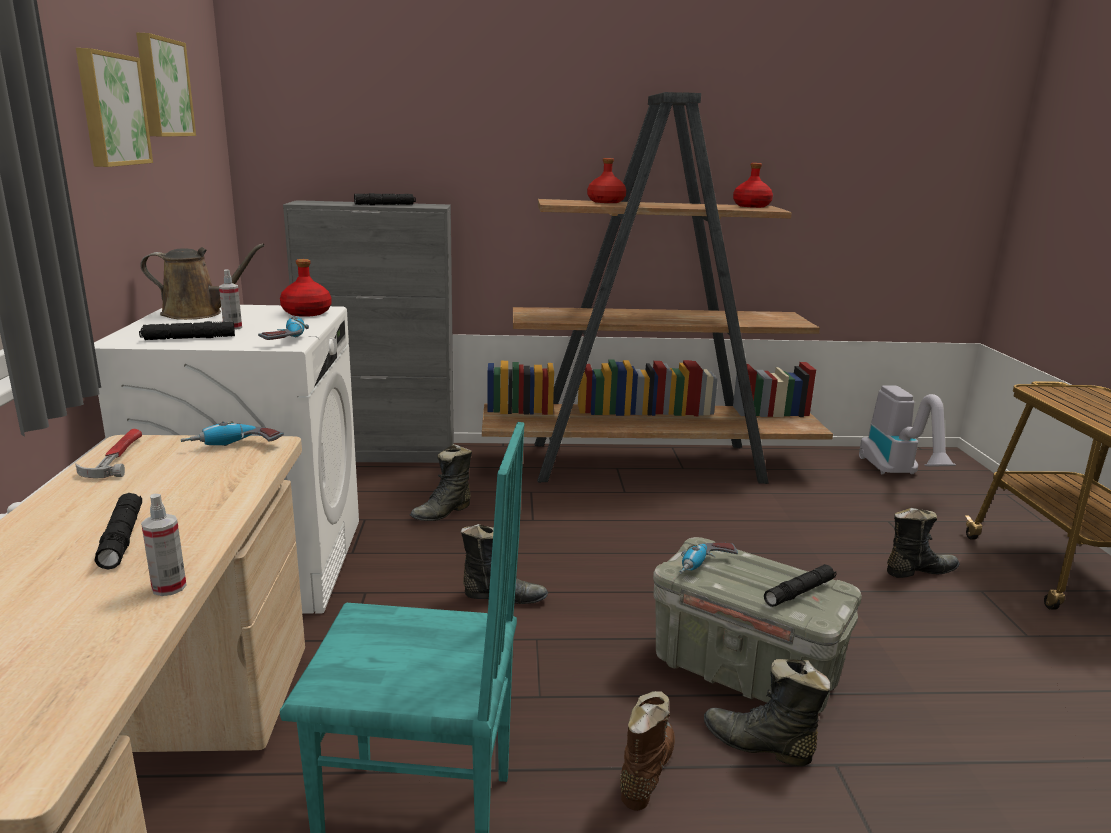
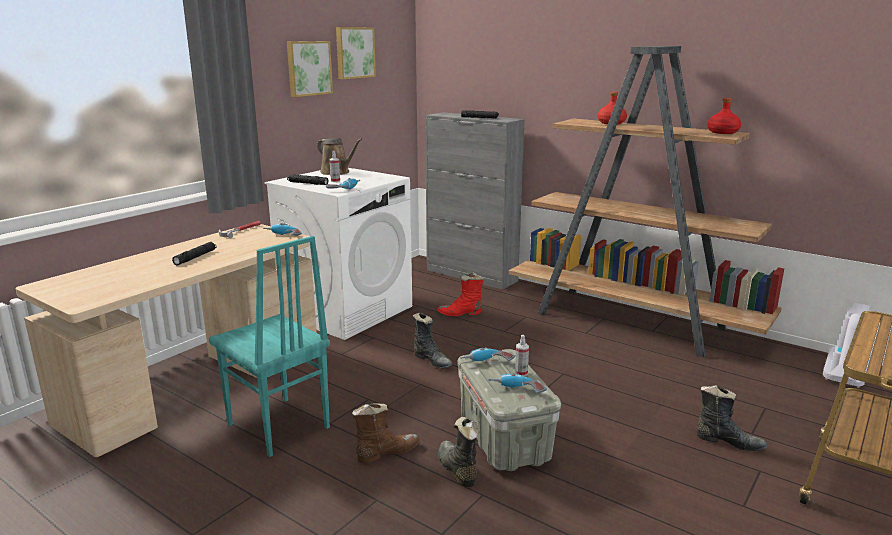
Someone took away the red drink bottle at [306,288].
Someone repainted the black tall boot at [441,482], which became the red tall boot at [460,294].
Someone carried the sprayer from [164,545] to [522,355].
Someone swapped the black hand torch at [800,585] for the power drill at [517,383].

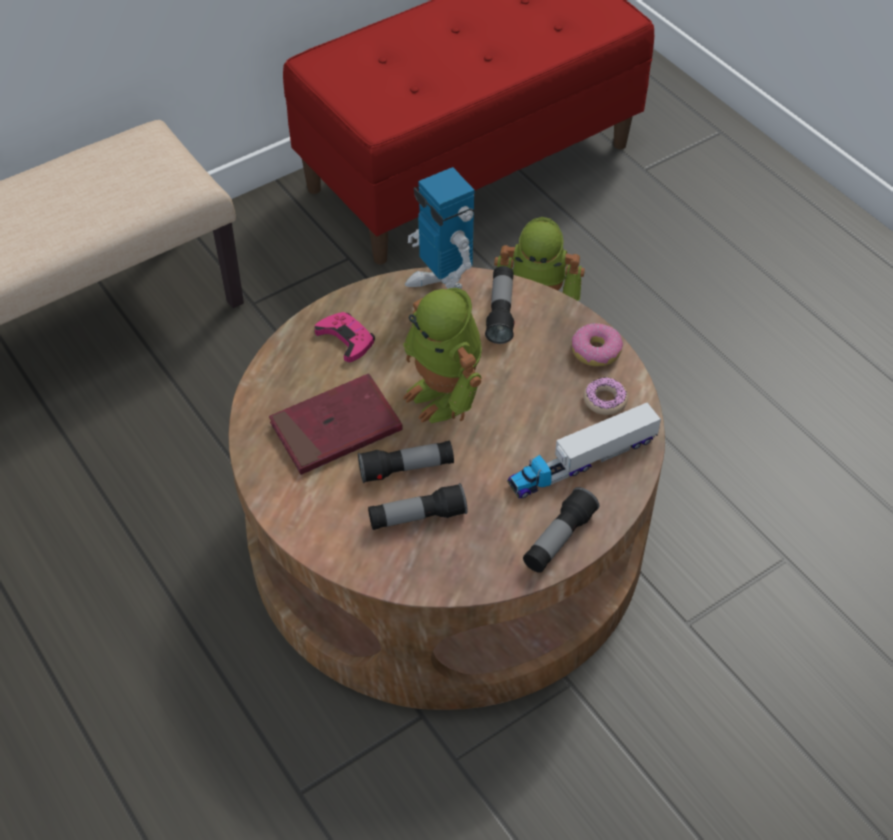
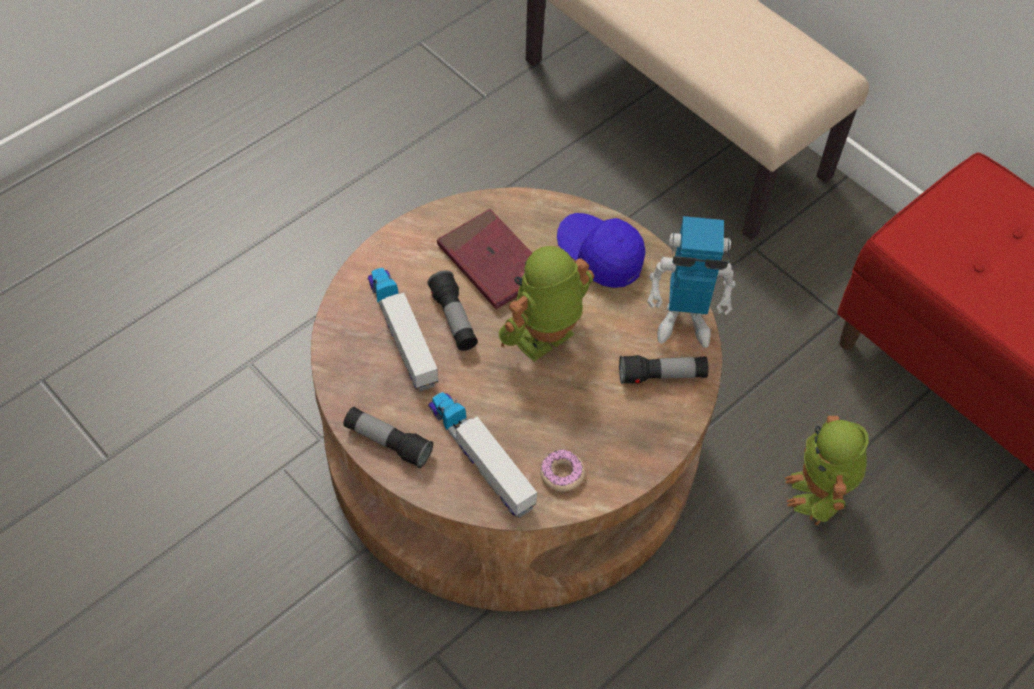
Someone rotated the model robot at [440,228] by 135 degrees counterclockwise.
Someone swapped the pinkish game controller at [344,337] for the blue cap at [601,250].
Someone took away the ring doughnut at [597,344].
Someone swapped the hand torch at [417,506] for the toy lorry at [403,330].

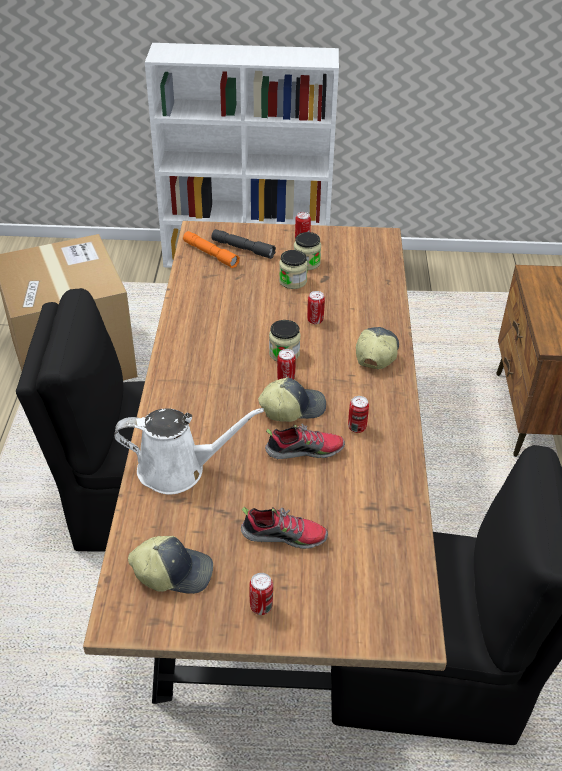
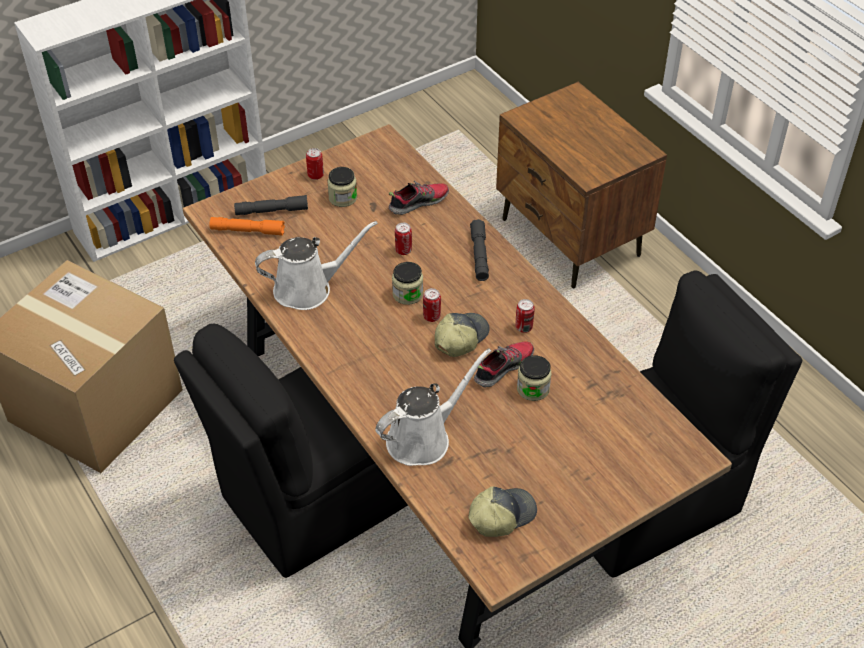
Someone carried the storage jar from [293,269] to [534,378].
Someone swapped the cap at [377,348] for the greyish hand torch at [479,250].
Someone carried the shoe from [284,528] to [419,197].
Someone took away the metal can at [261,594].
Someone put down the white-coloured watering pot at [316,265].

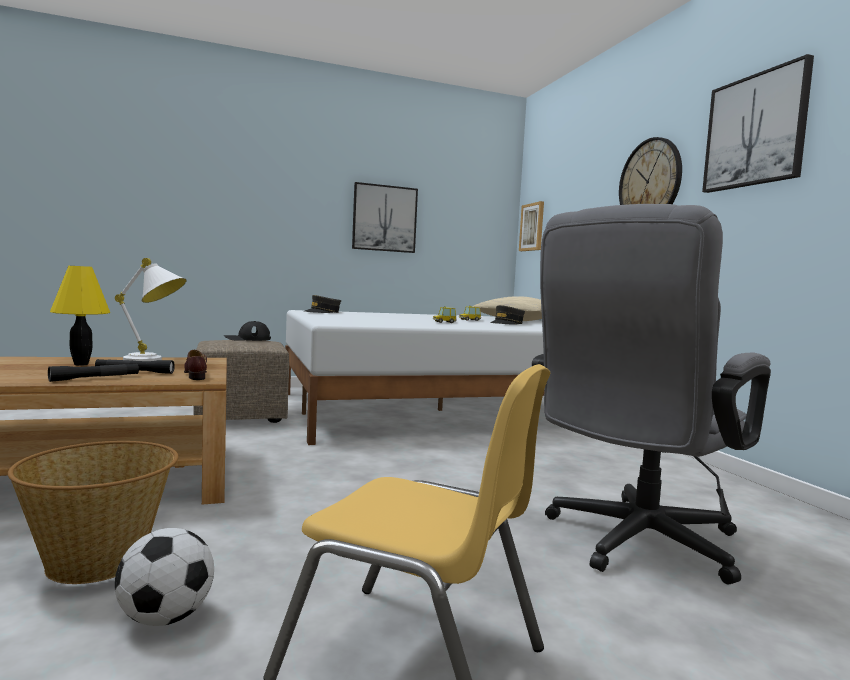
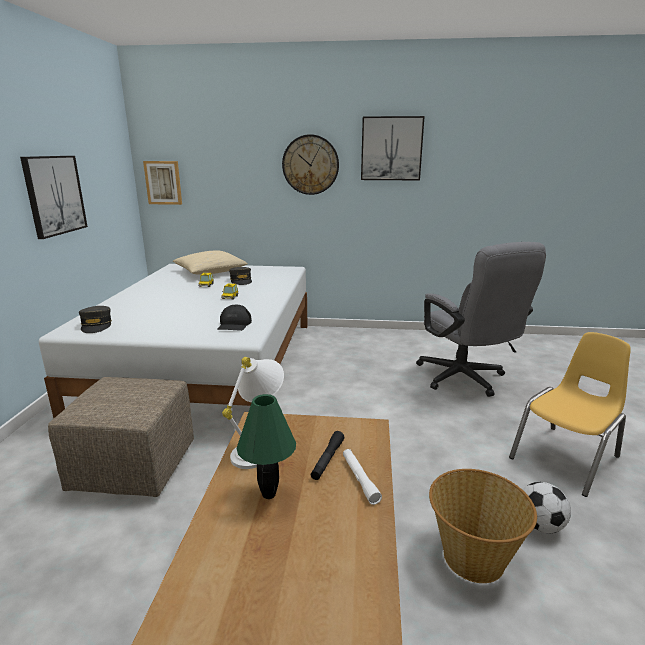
Someone repainted the yellowish table lamp at [80,316], which became the green table lamp at [266,446].
Someone carried the black cap from [247,331] to [234,318].
Someone took away the brown-coloured shoe at [195,365].
Someone repainted the black hand torch at [93,373], which became the white-coloured hand torch at [362,477].

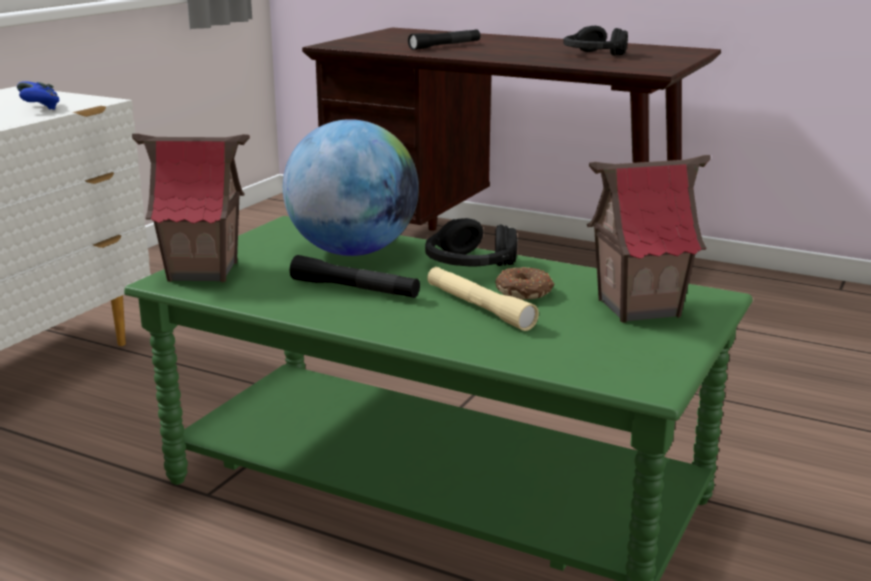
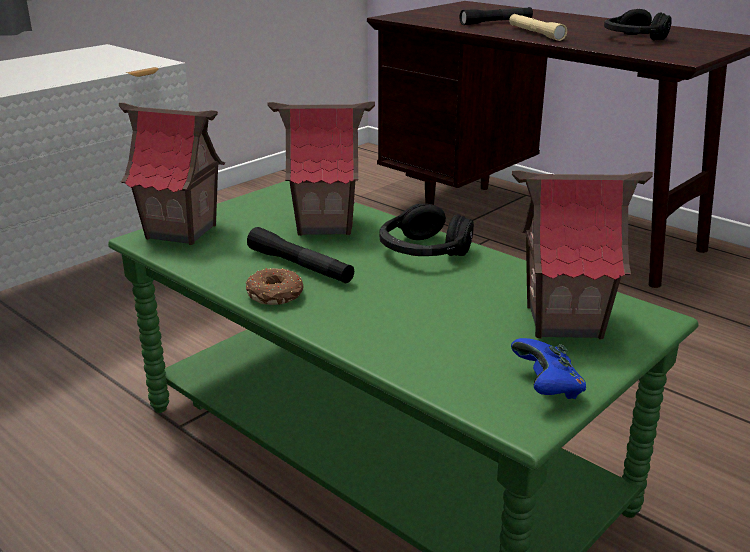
Someone carried the blue game controller from [38,95] to [548,368].
Someone swapped the desk globe at [351,187] for the miniature house at [321,168].
Someone carried the sand-coloured hand torch from [483,299] to [538,27].
Someone carried the ring doughnut from [524,283] to [275,286].

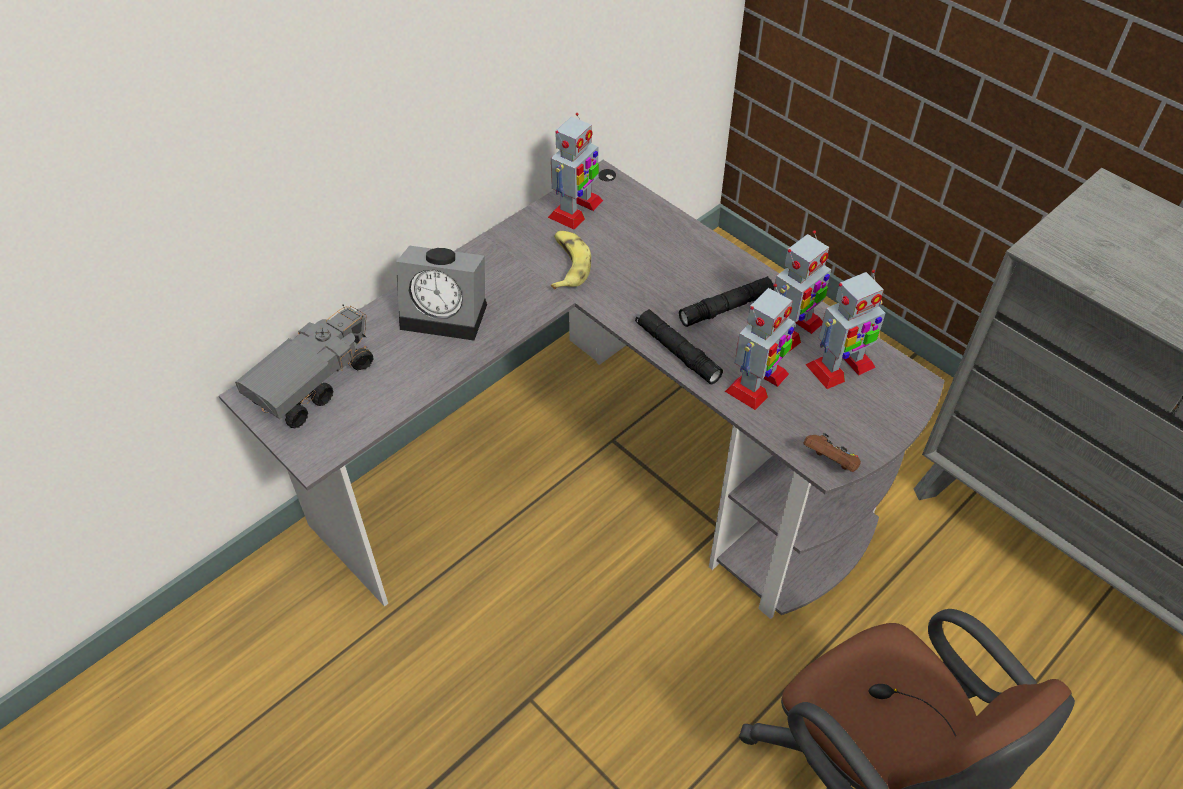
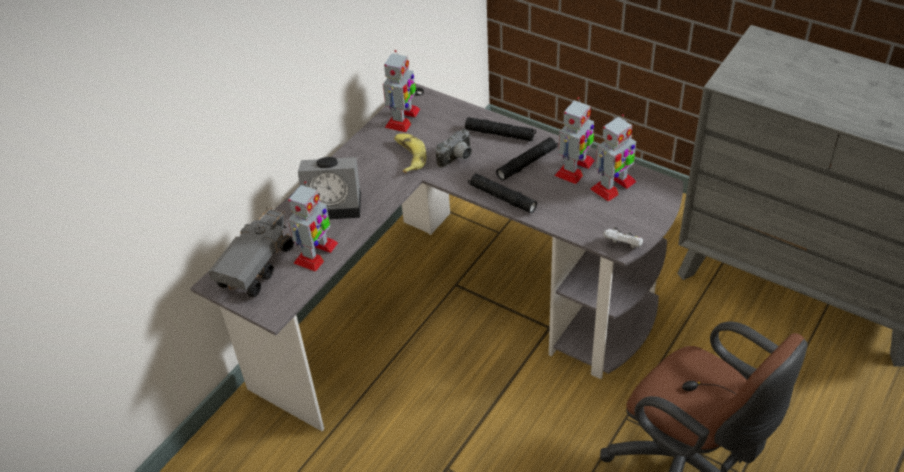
Someone carried the model robot from [760,347] to [313,226].
Someone repainted the brown-coloured game controller at [832,452], which became the white-coloured game controller at [623,237].
Someone put down the black hand torch at [500,129].
Someone put down the photo camera at [454,148].

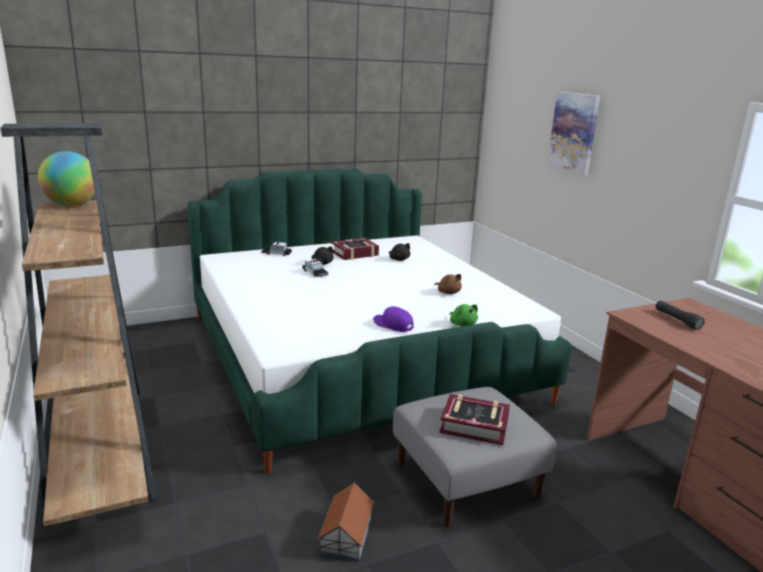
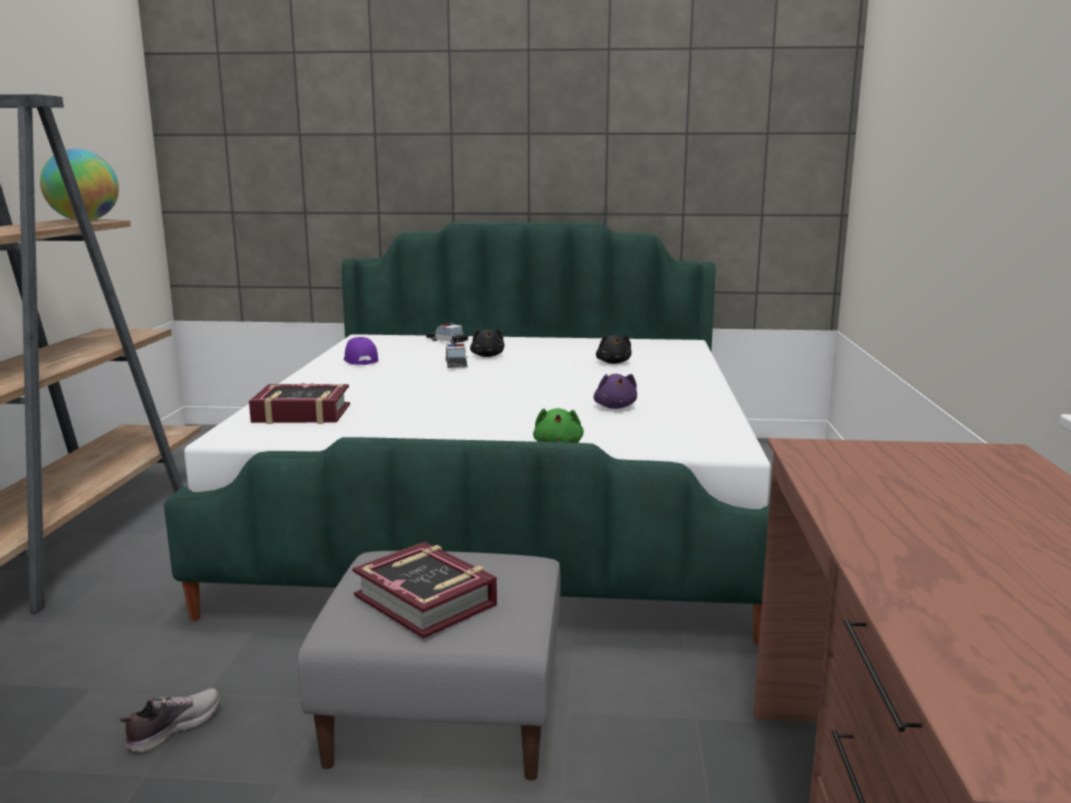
Someone took away the wall picture at [573,133].
Someone carried the volume from [355,249] to [299,403].
Someone repainted the brown-coloured plush toy at [448,284], which became the purplish plush toy at [615,391].
Someone took away the black hand torch at [680,315].
Someone carried the purplish cap from [393,319] to [361,351].
Someone swapped the miniature house at [346,522] for the shoe at [170,720].

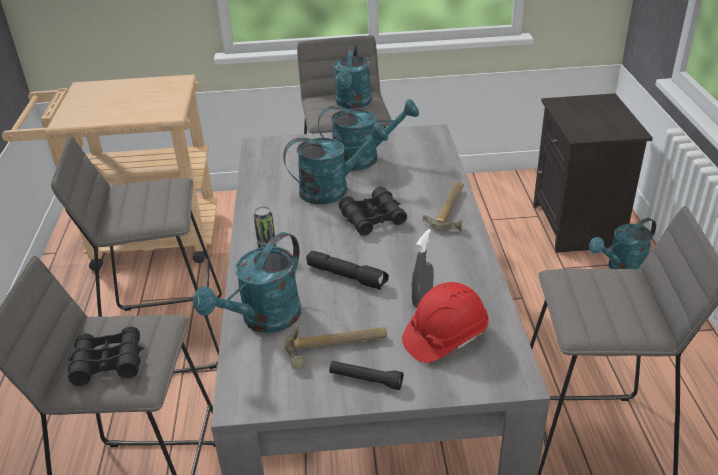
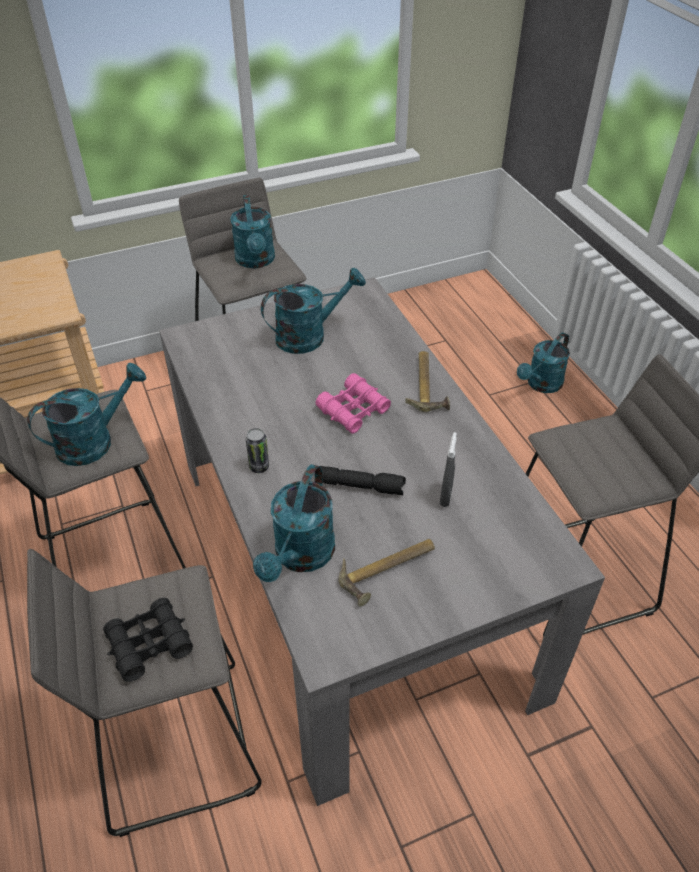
Someone took away the black bedside table at [593,173].
Someone carried the blue-green watering pot from [335,163] to [86,414].
Someone repainted the black binoculars at [373,211], which became the pinkish binoculars at [353,403].
Someone took away the red safety helmet at [445,322].
Someone took away the black hand torch at [366,375].

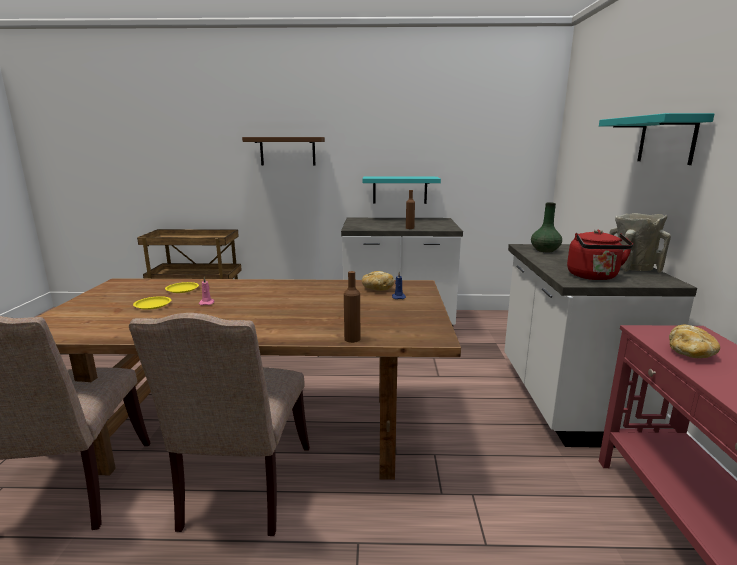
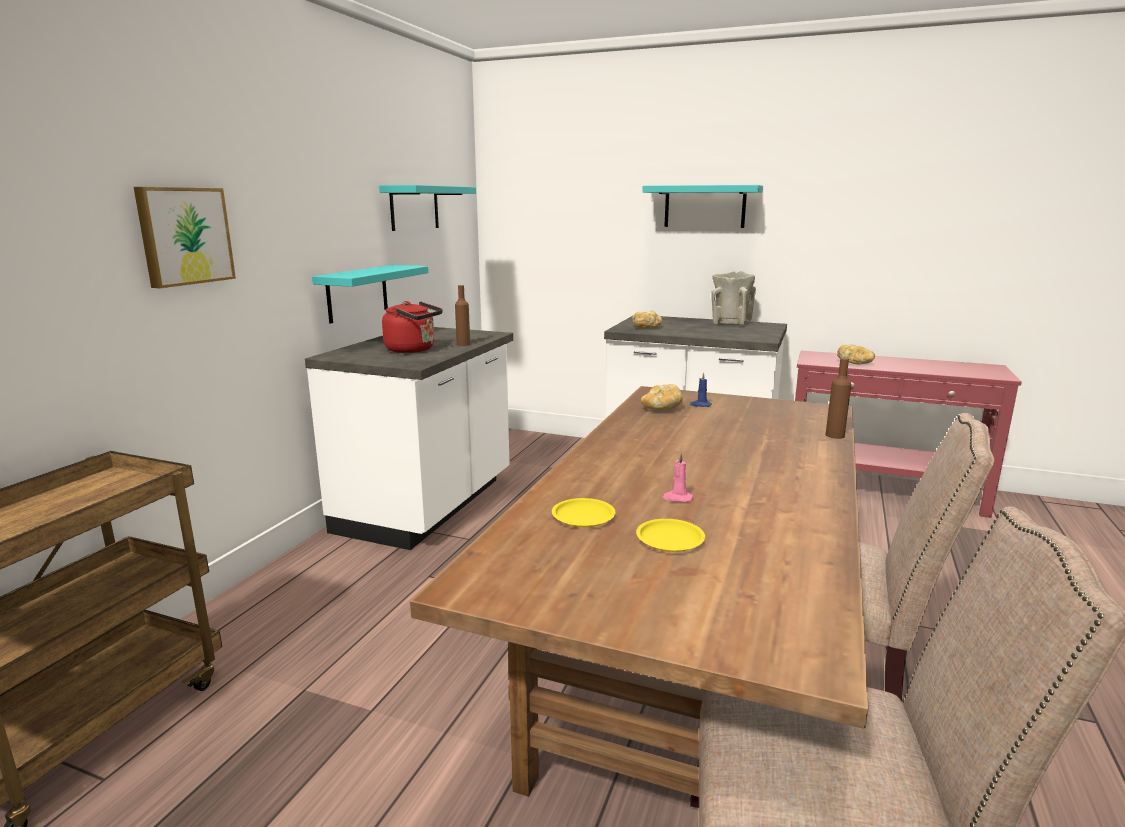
Someone swapped the brown-coloured wall shelf at [283,151] for the wall picture at [185,237].
Someone swapped the green vase at [546,227] for the bread at [647,319].
Someone carried the red water kettle from [600,255] to [412,327].
Someone put up the blue-green wall shelf at [427,208].

